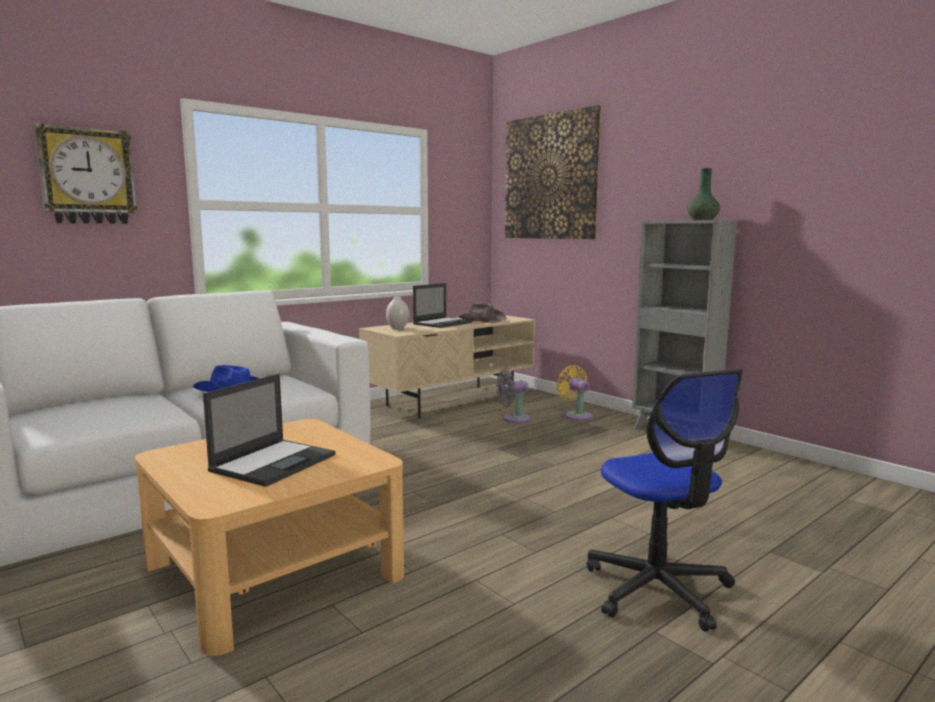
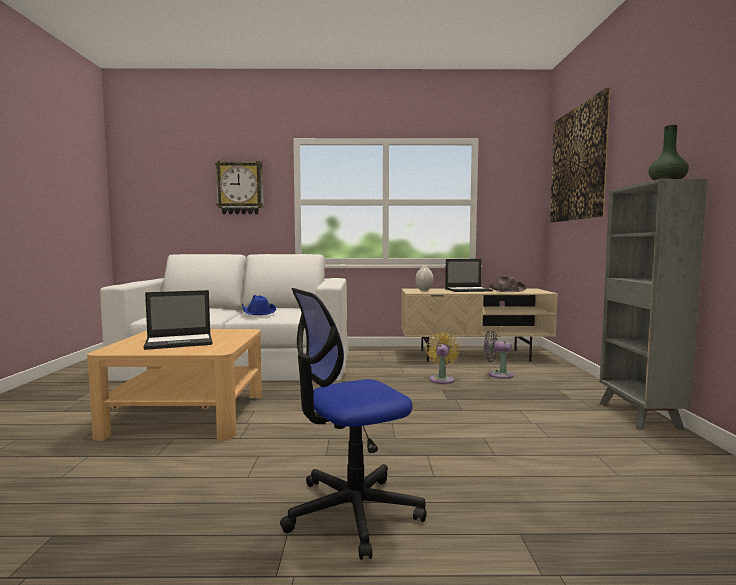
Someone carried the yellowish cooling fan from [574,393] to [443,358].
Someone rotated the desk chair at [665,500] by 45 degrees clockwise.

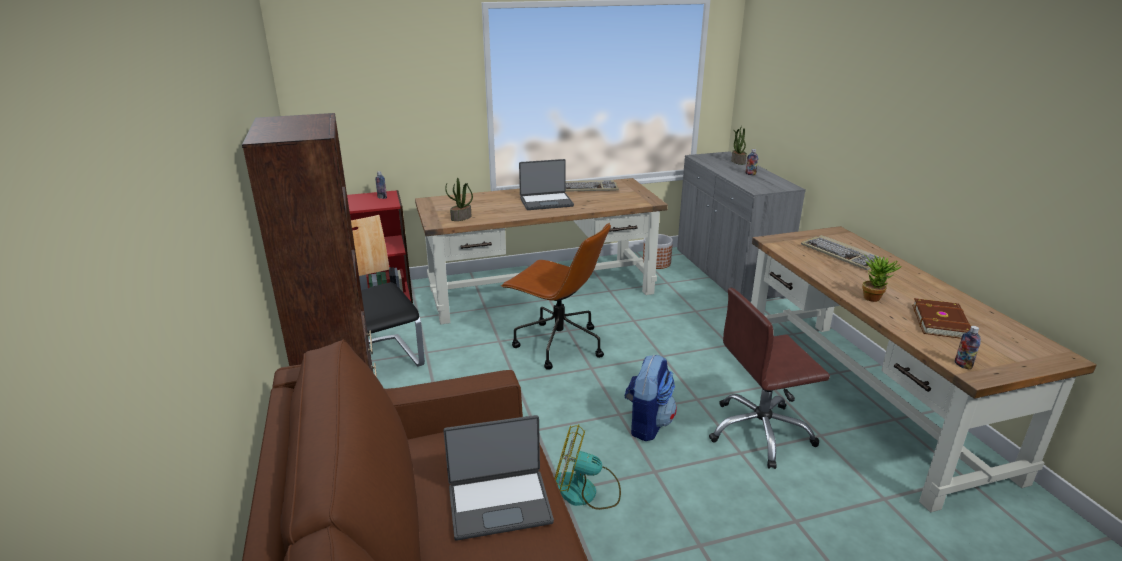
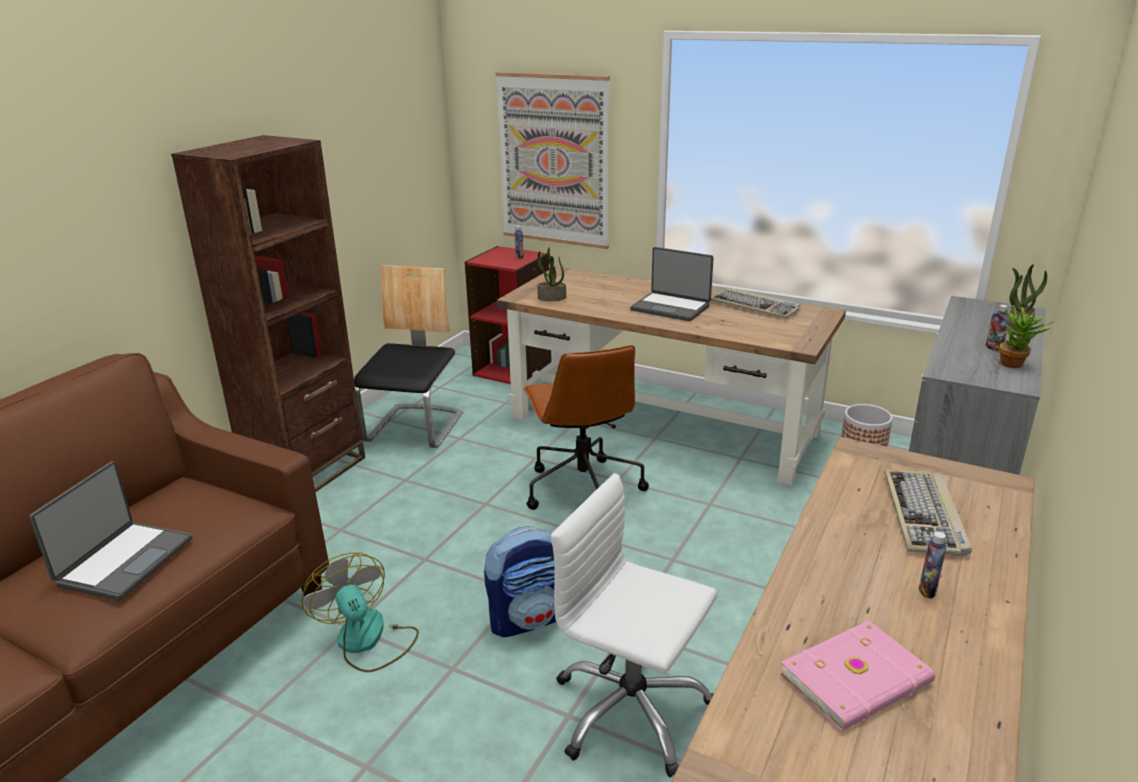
Someone carried the plant in a pot from [882,278] to [1026,336].
Someone repainted the brown-coloured desk chair at [769,378], which became the white-coloured desk chair at [634,625].
Someone repainted the brown-coloured volume at [941,318], which became the pinkish volume at [857,676].
Someone carried the drink bottle from [968,348] to [933,565].
Someone rotated the laptop at [498,477] by 105 degrees counterclockwise.
Someone put up the wall picture at [553,160].

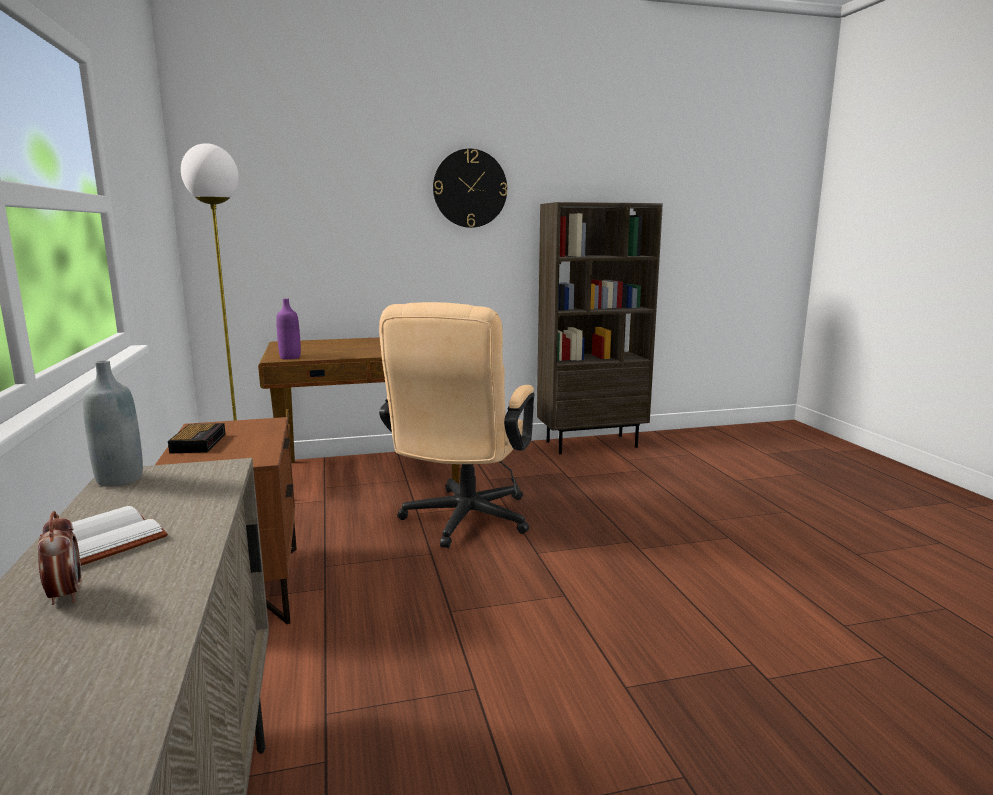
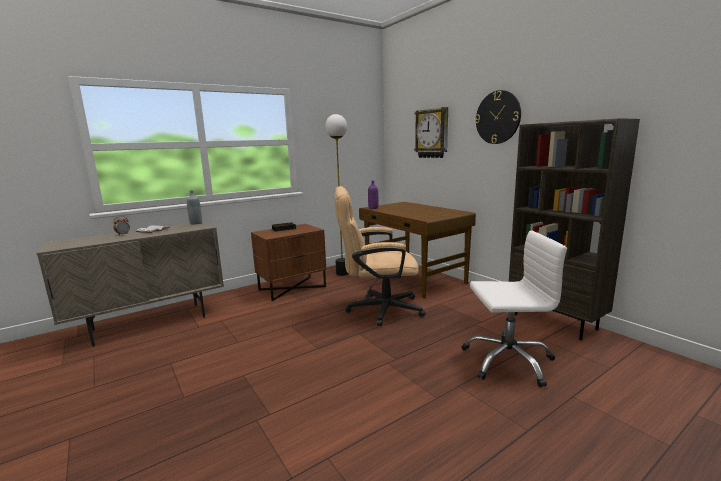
Someone put up the hanging clock at [431,132].
Someone put down the white-coloured desk chair at [514,309].

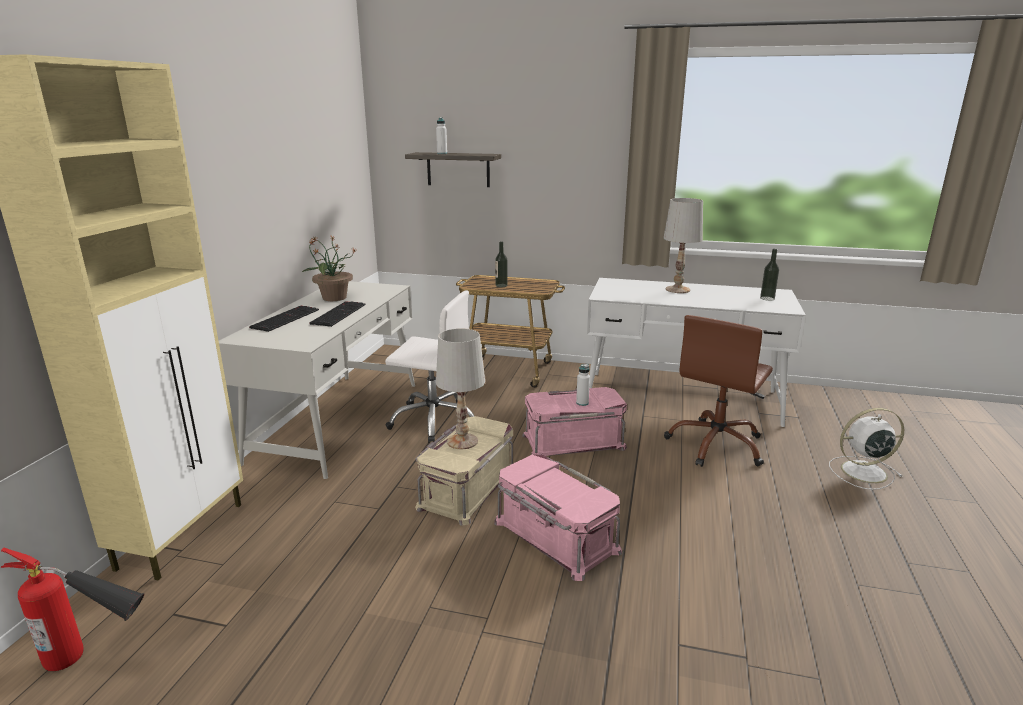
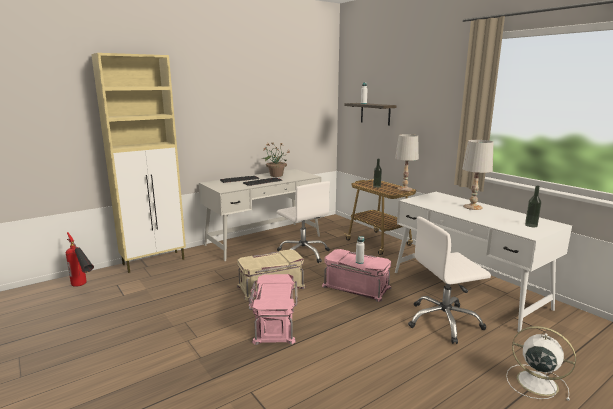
Someone repainted the brown-coloured desk chair at [718,391], which became the white-coloured desk chair at [449,280].
Someone carried the white-coloured table lamp from [460,388] to [407,162].

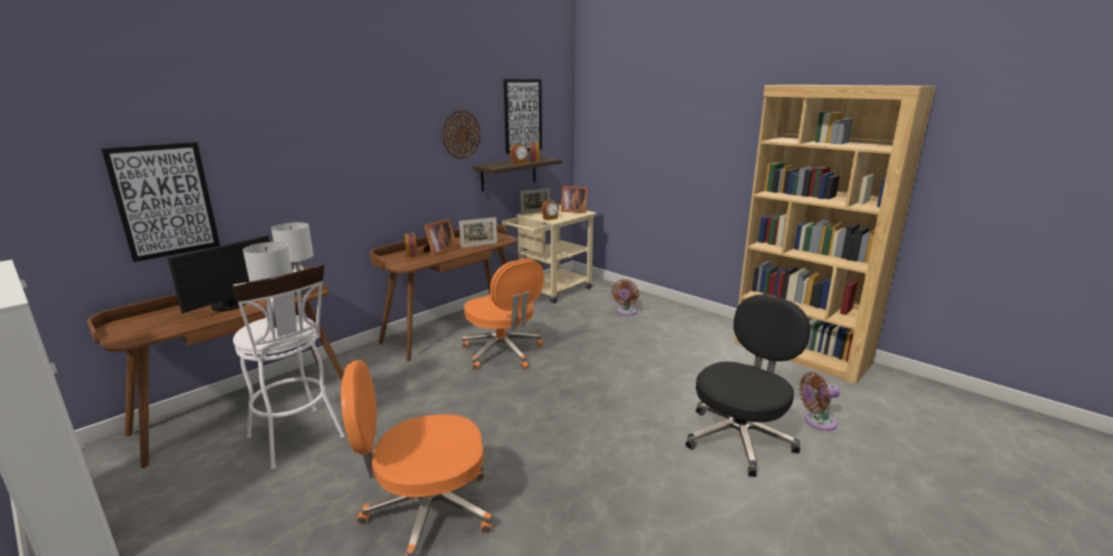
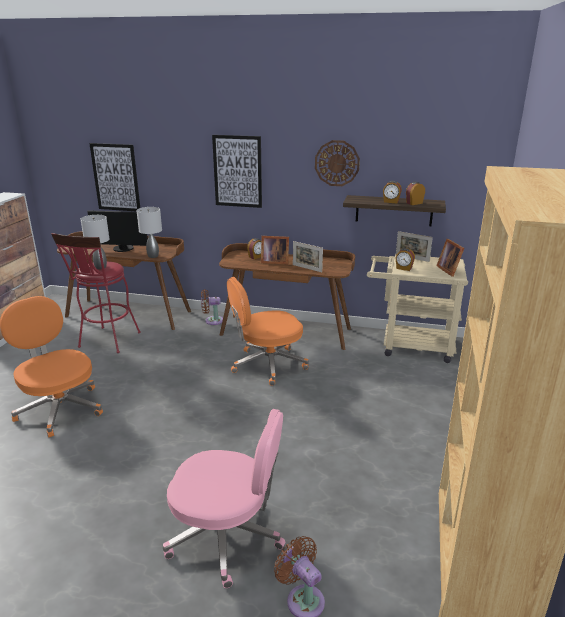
Someone carried the wall picture from [523,116] to [237,171].
Someone rotated the orange-coloured desk chair at [503,314] by 45 degrees clockwise.
Someone repainted the white-coloured sitting stool at [288,367], which became the red sitting stool at [96,293].
Someone carried the brown-coloured cooling fan from [625,297] to [212,307].
Someone repainted the black desk chair at [748,385], which became the pinkish desk chair at [224,498].

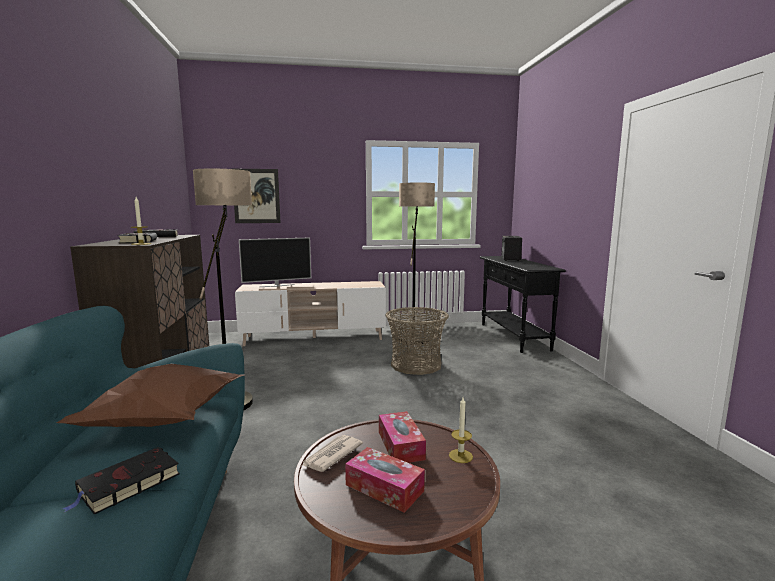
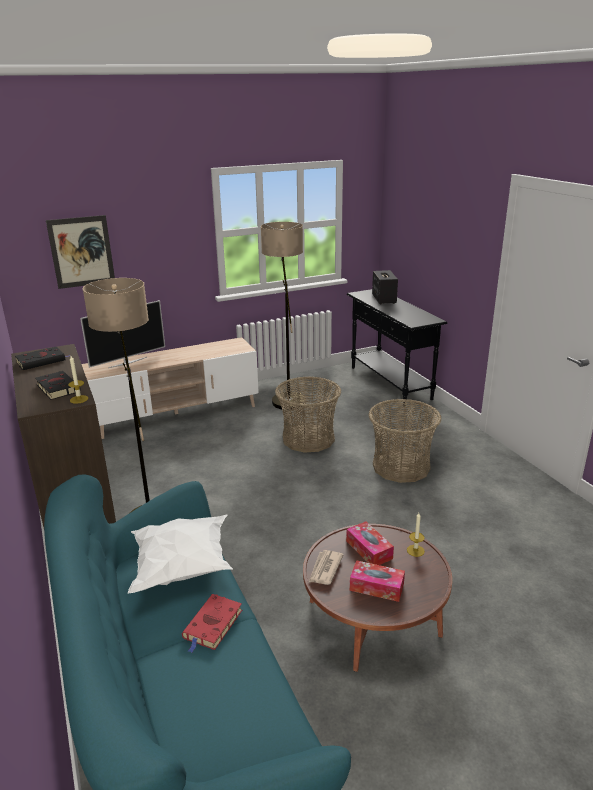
Someone repainted the brown-coloured cushion at [150,395], which became the white-coloured cushion at [180,553].
Someone repainted the black volume at [121,481], which became the red volume at [212,623].
Someone put down the storage basket at [405,441].

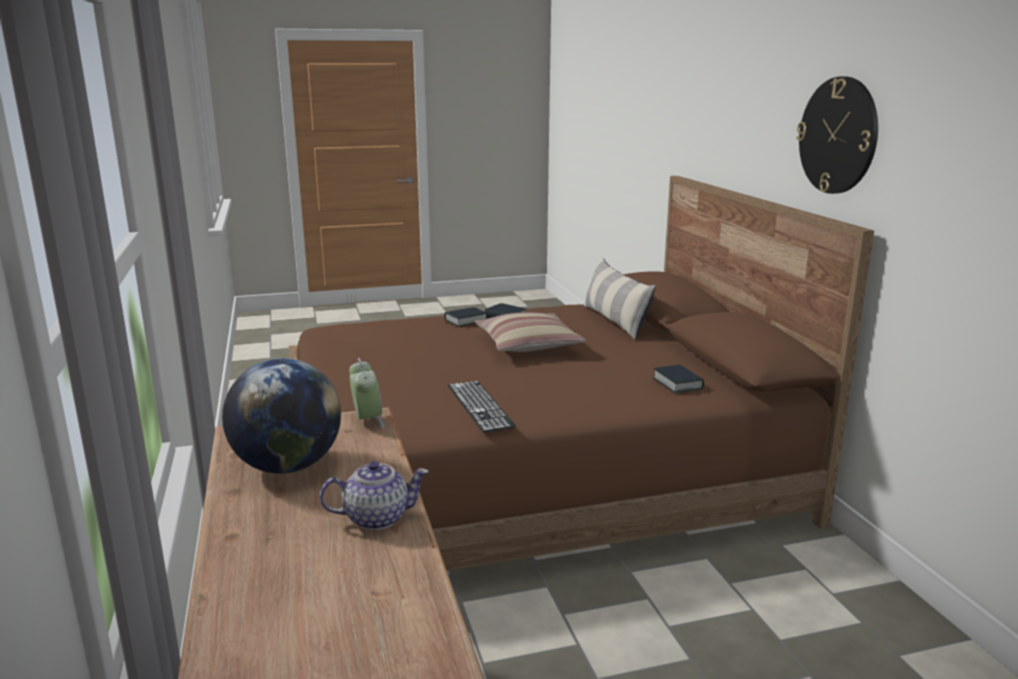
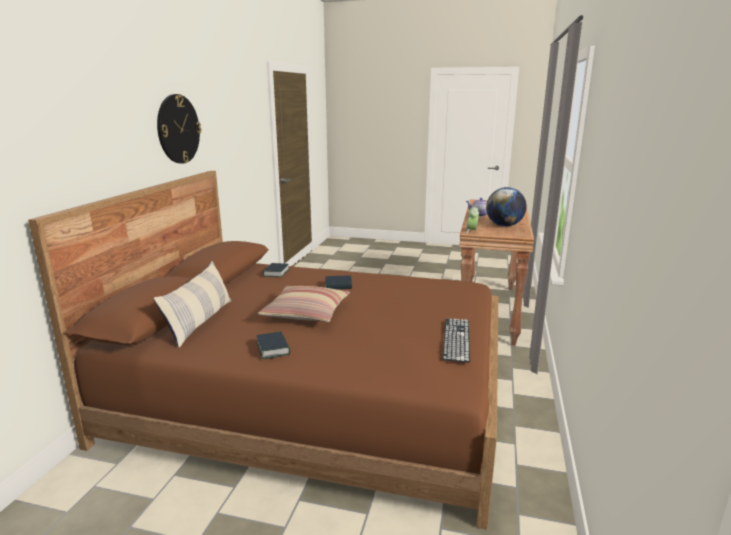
Someone carried the volume from [466,317] to [338,282].
Someone carried the PC keyboard from [482,406] to [456,341].

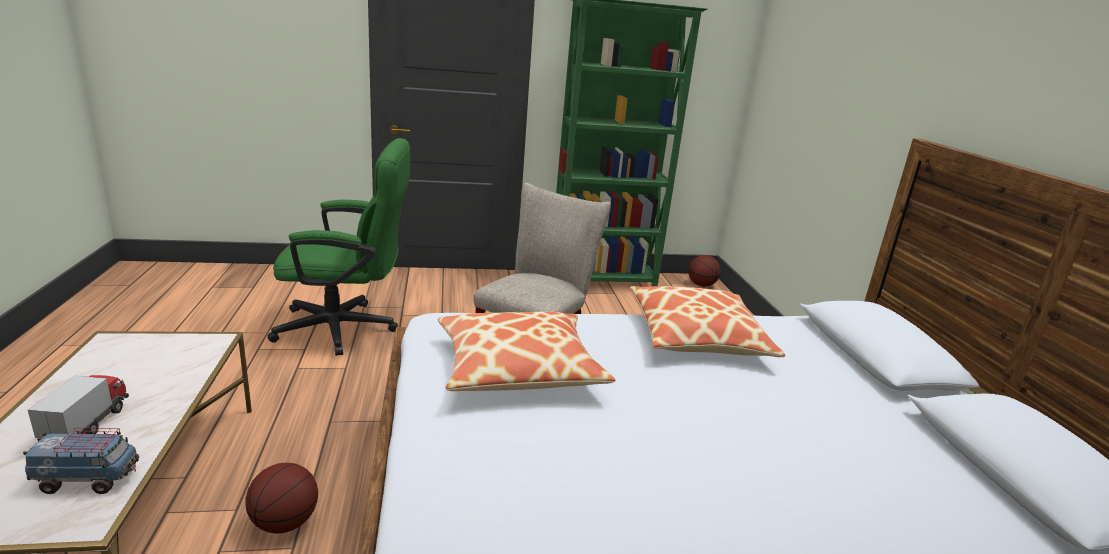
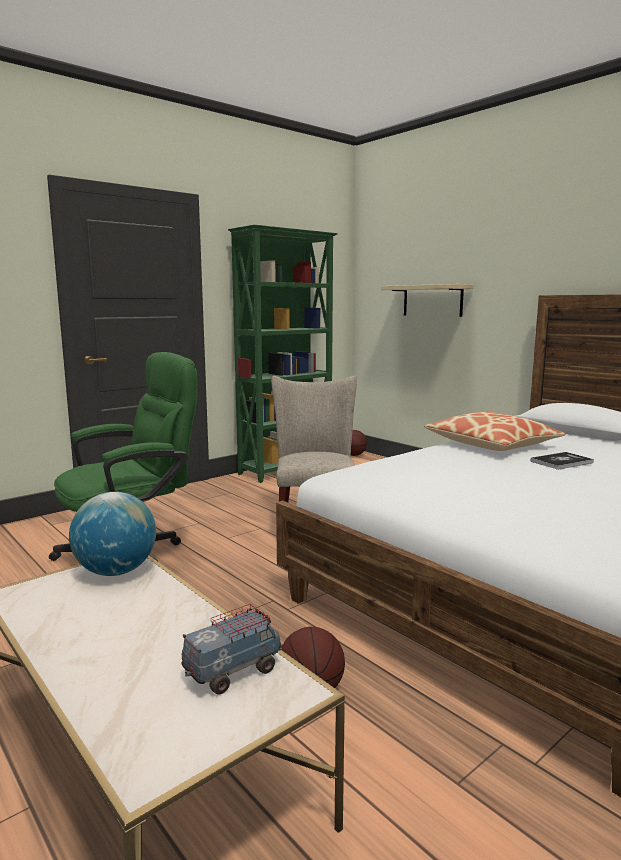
Someone took away the cushion at [526,351].
Someone took away the toy lorry at [78,408].
Someone put up the sand-coloured wall shelf at [427,300].
Someone put down the volume at [562,461].
Someone put down the desk globe at [112,534].

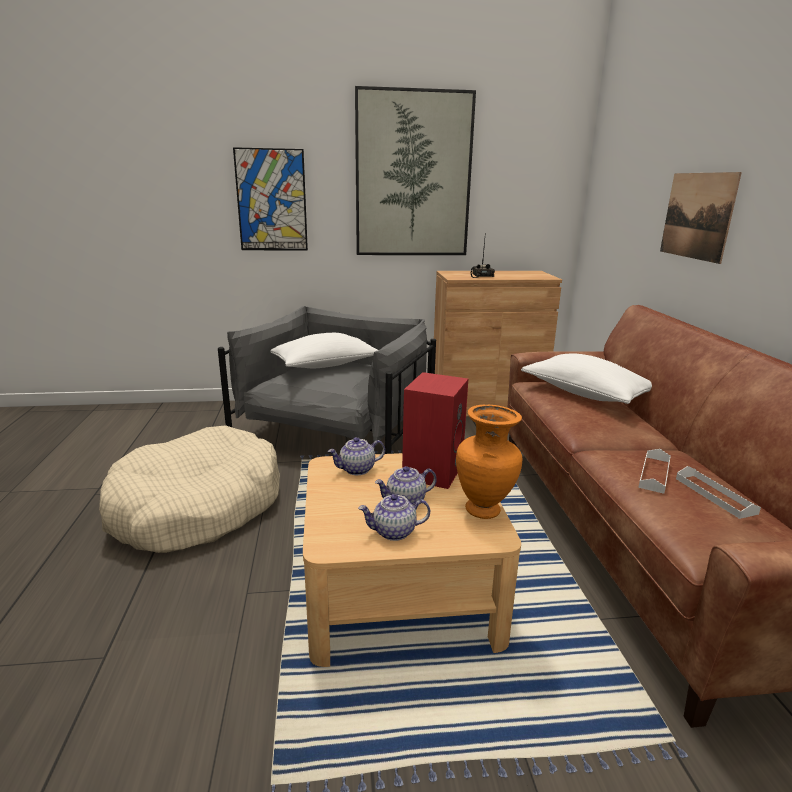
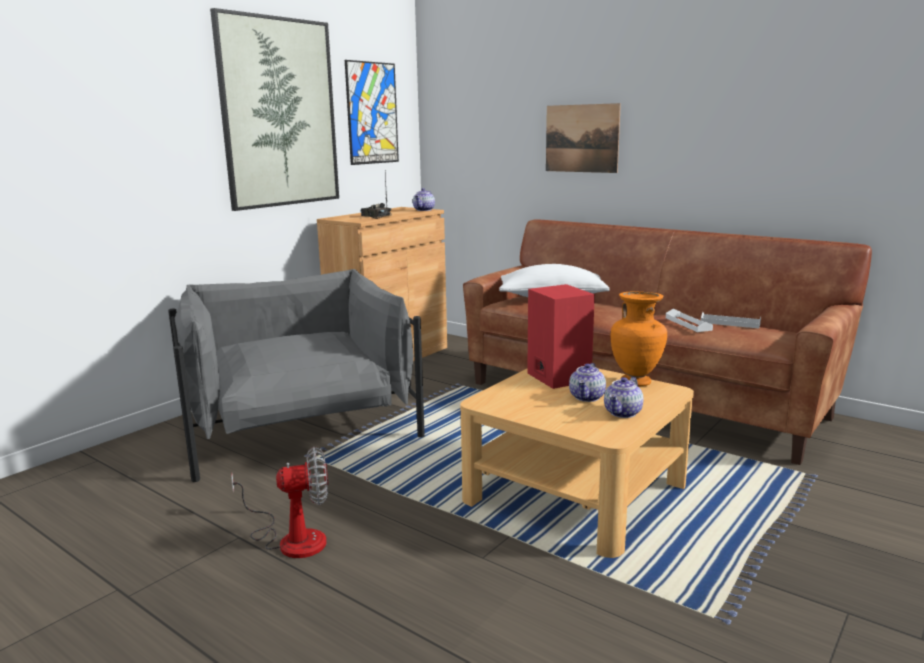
Someone carried the wall picture from [270,198] to [372,112].
Someone took away the white-coloured cushion at [324,350].
Someone swapped the sand-coloured dog bed at [189,489] for the cooling fan at [279,502].
Someone carried the pot for tea from [356,456] to [424,199].

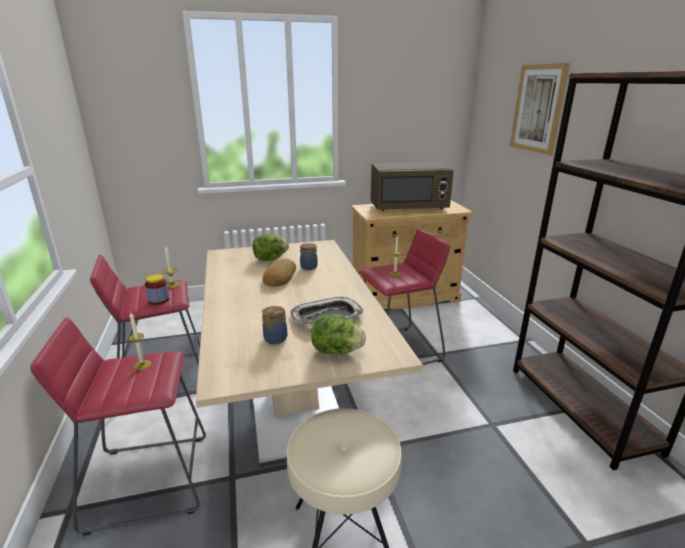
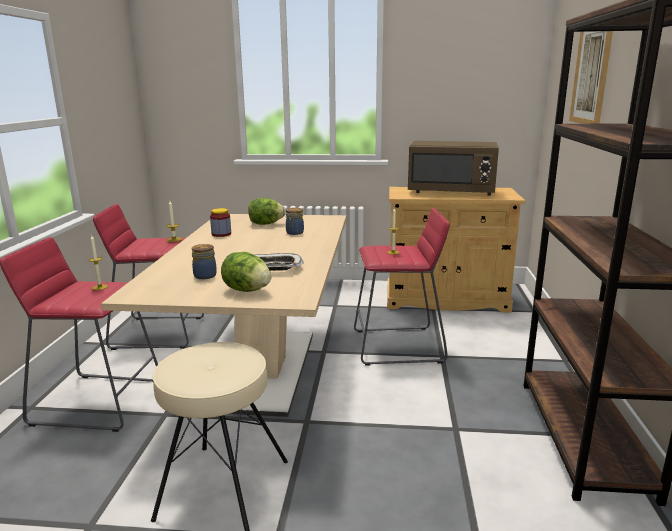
Someone took away the bread at [279,273].
Someone carried the storage jar from [157,289] to [220,222].

